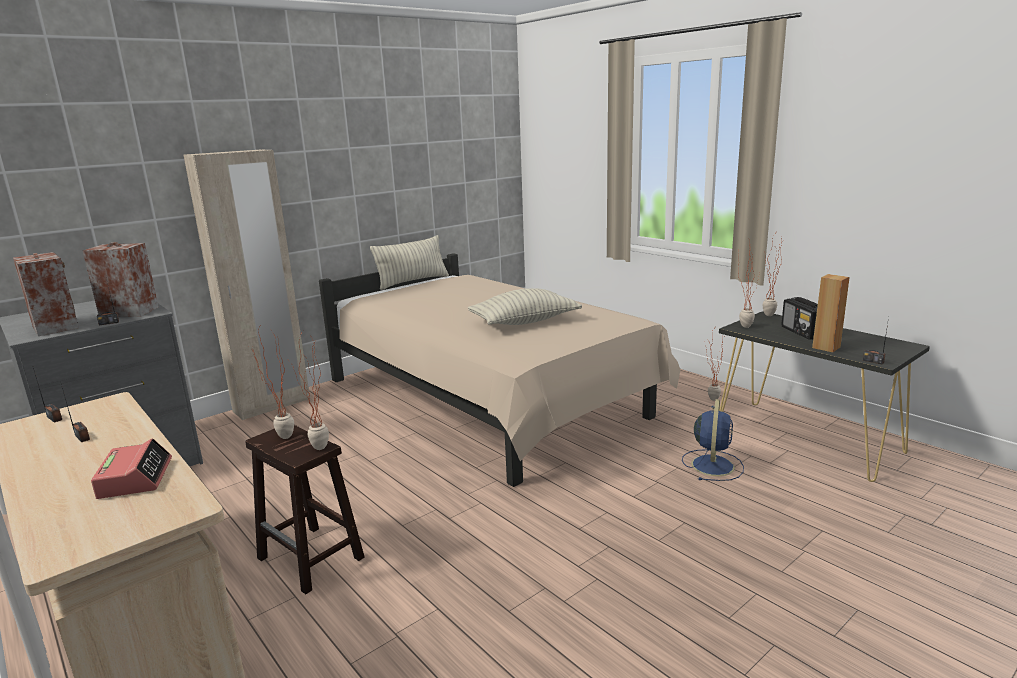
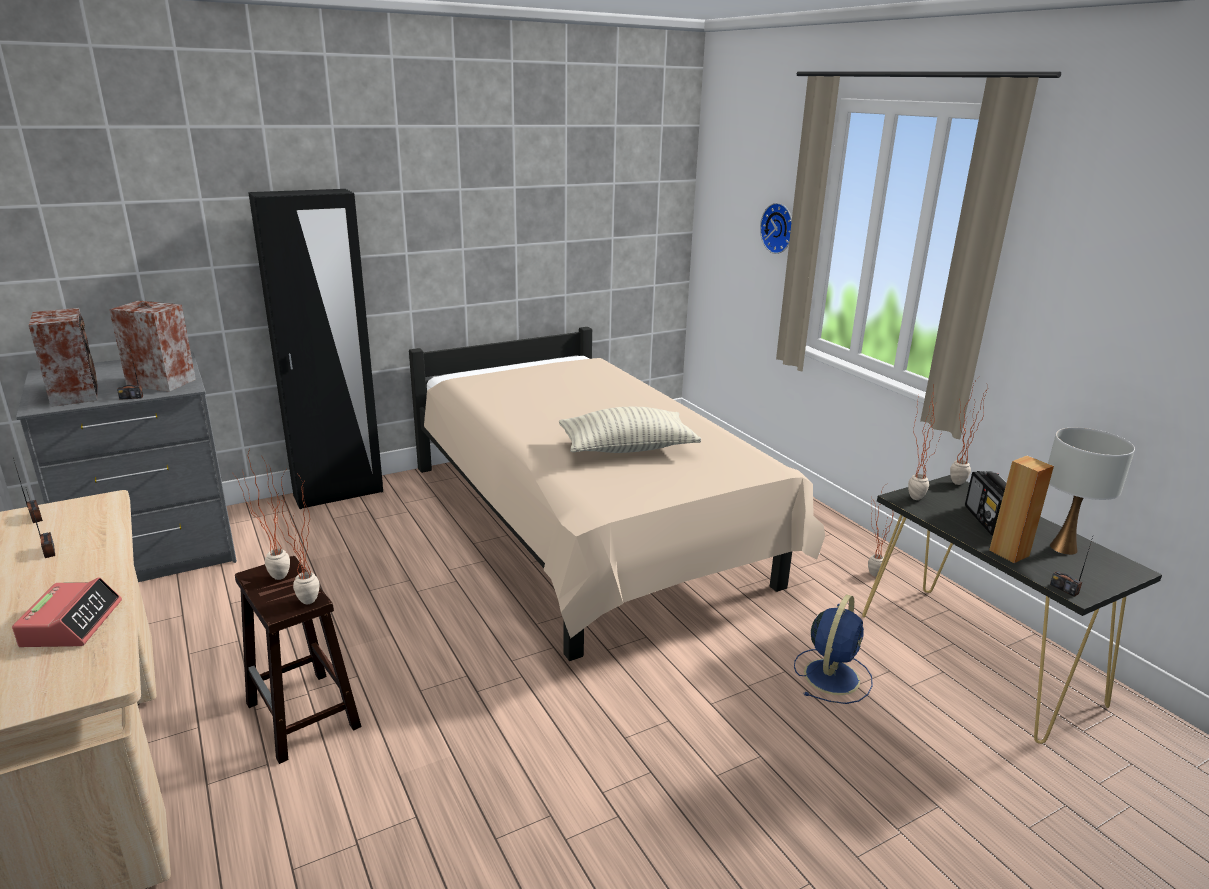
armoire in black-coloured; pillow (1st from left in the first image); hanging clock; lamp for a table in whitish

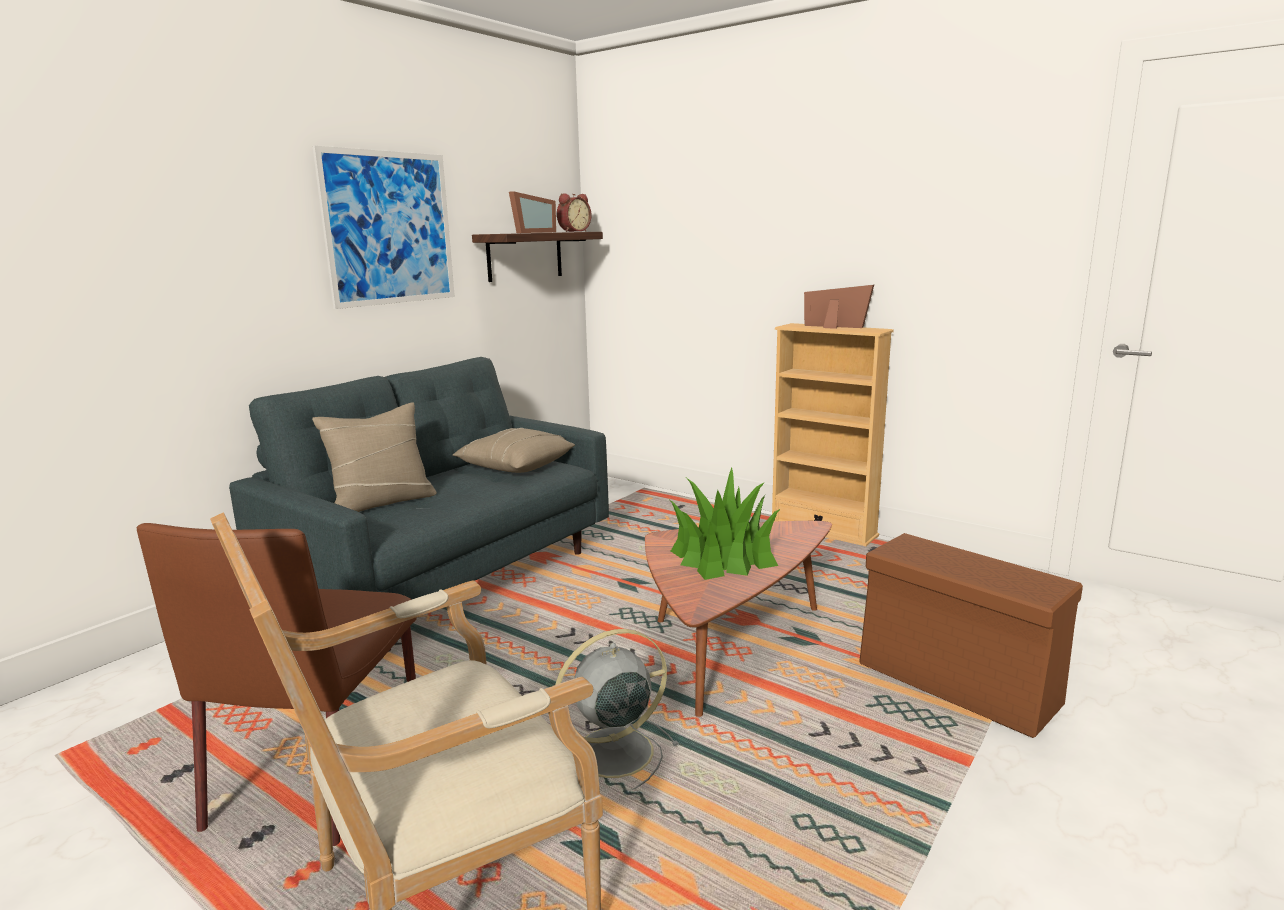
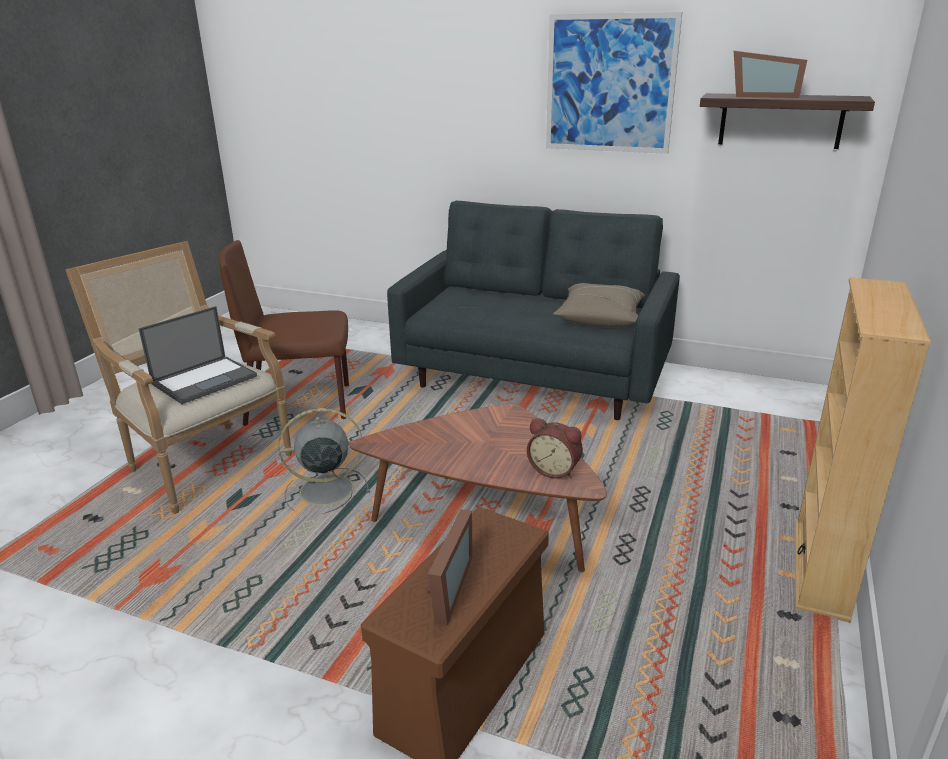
pillow in beige-coloured (1st from left in the first image); cooling fan in gray; bedside clock; plant in a pot; picture frame (1st from left); notebook computer

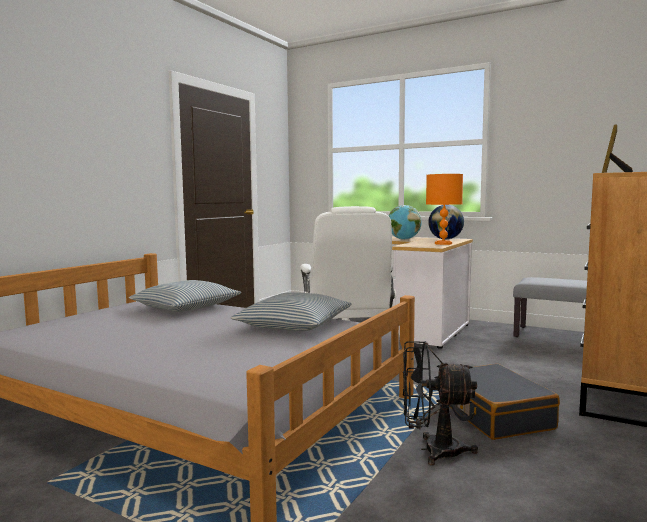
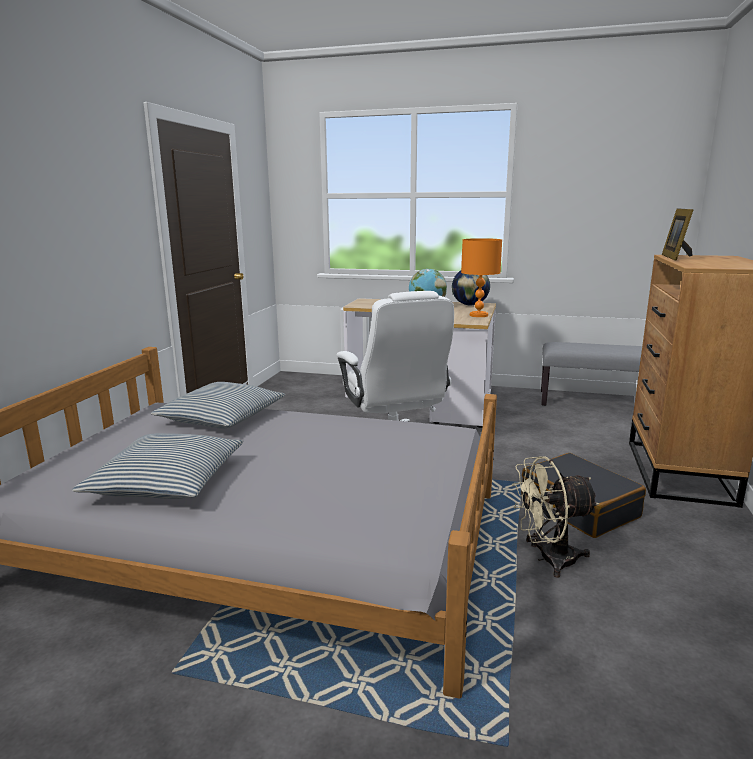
pillow (1st from left); cooling fan in beige-coloured

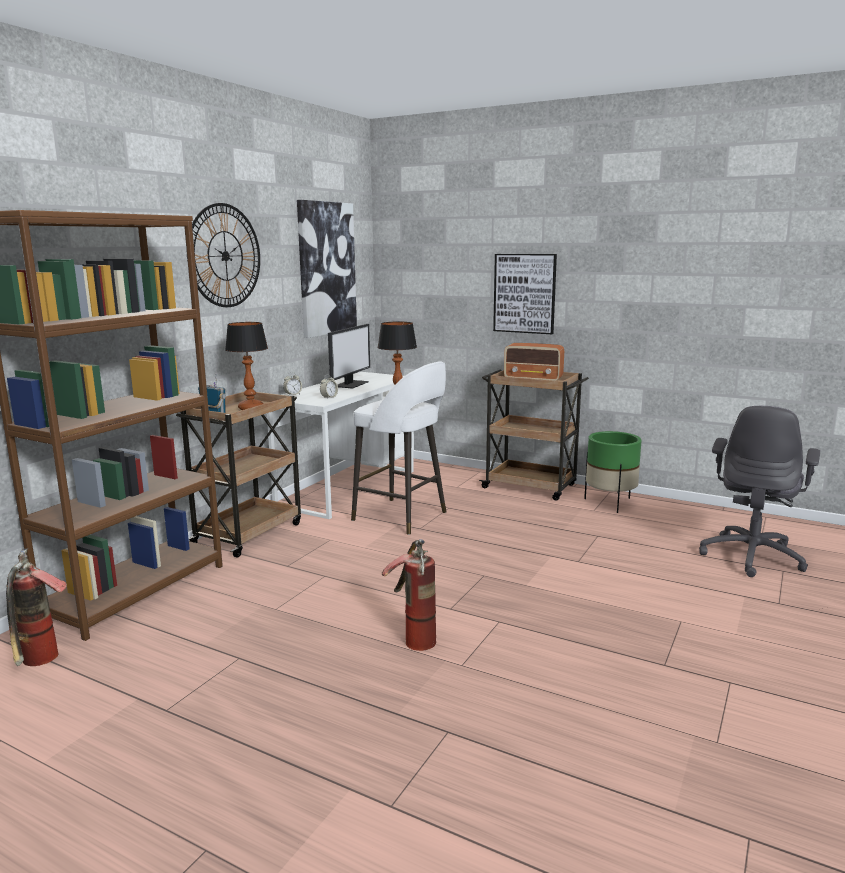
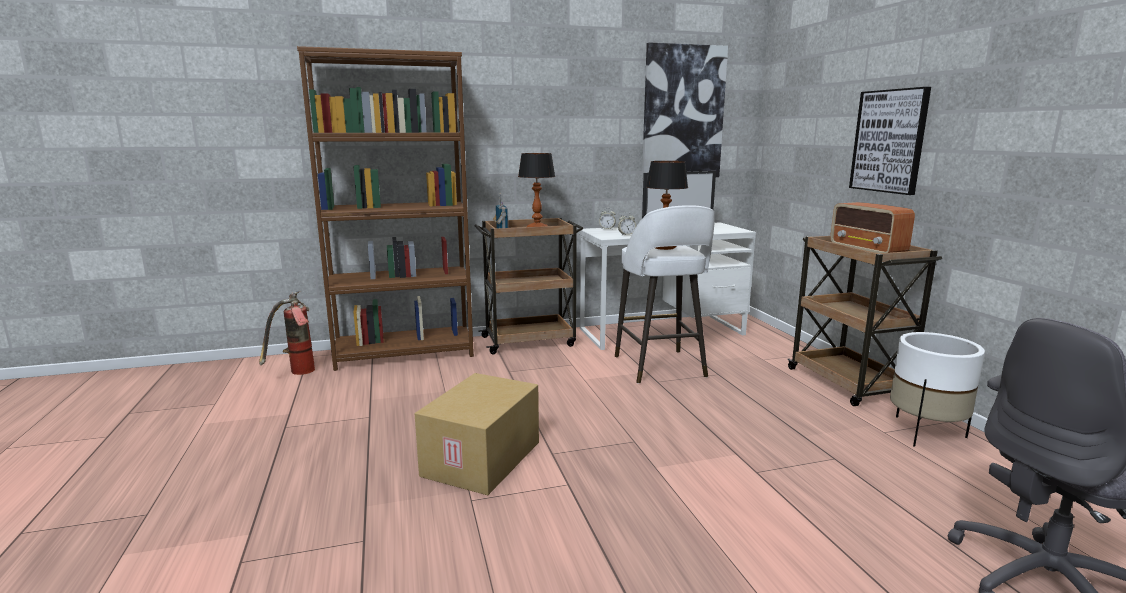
hanging clock; carton; flower pot in whitish

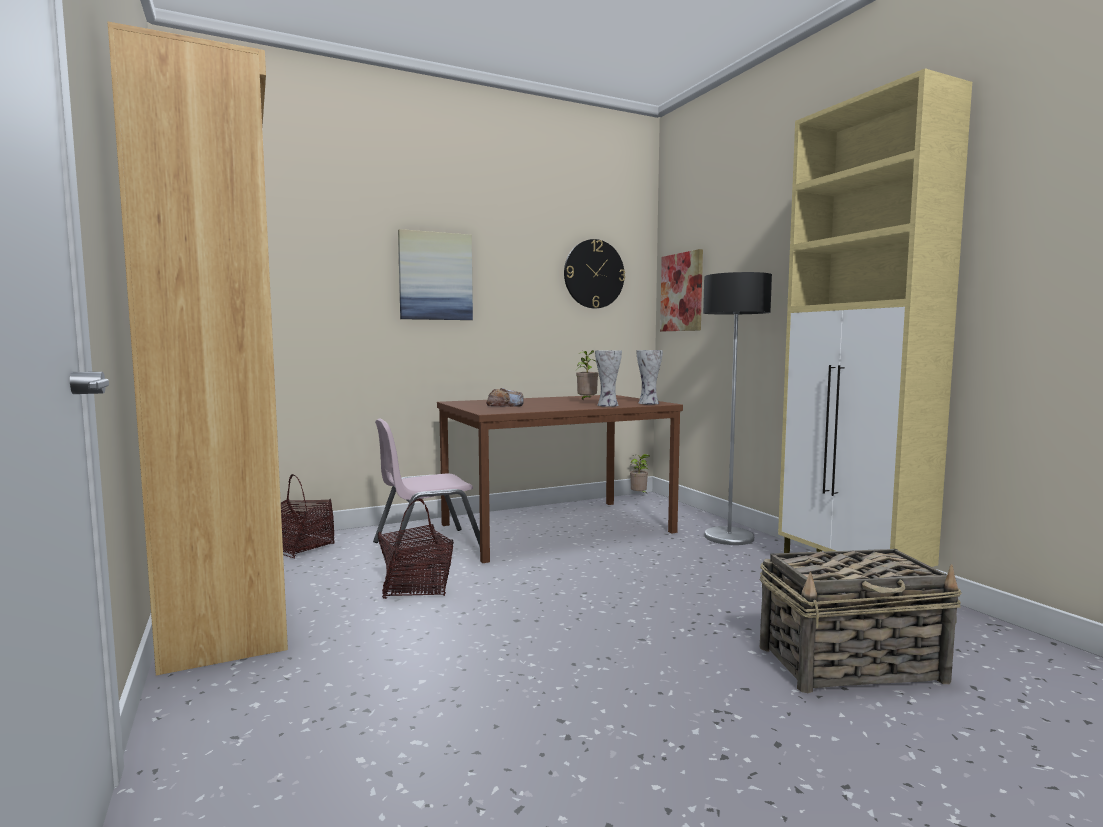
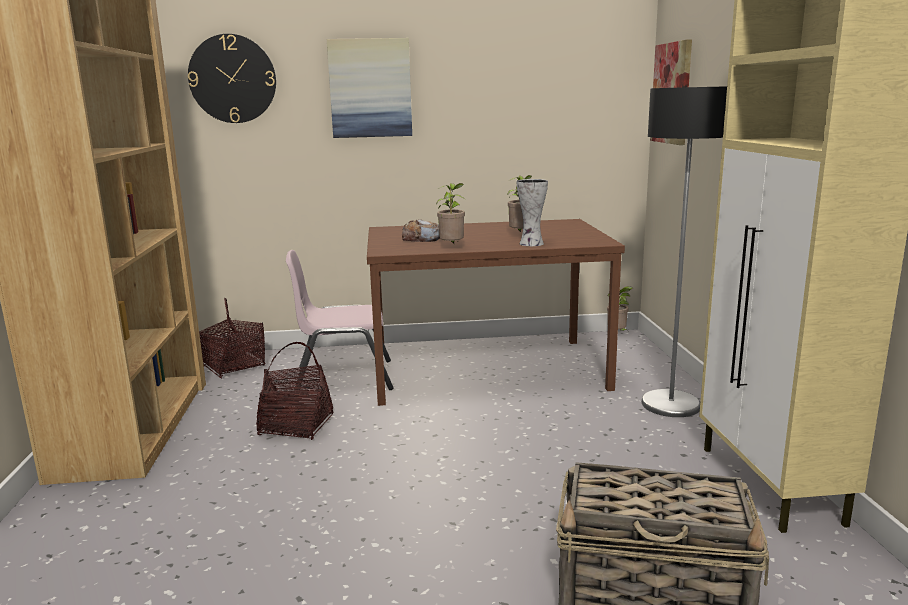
hanging clock; vase (2nd from left in the first image); plant in a pot (1st from left)

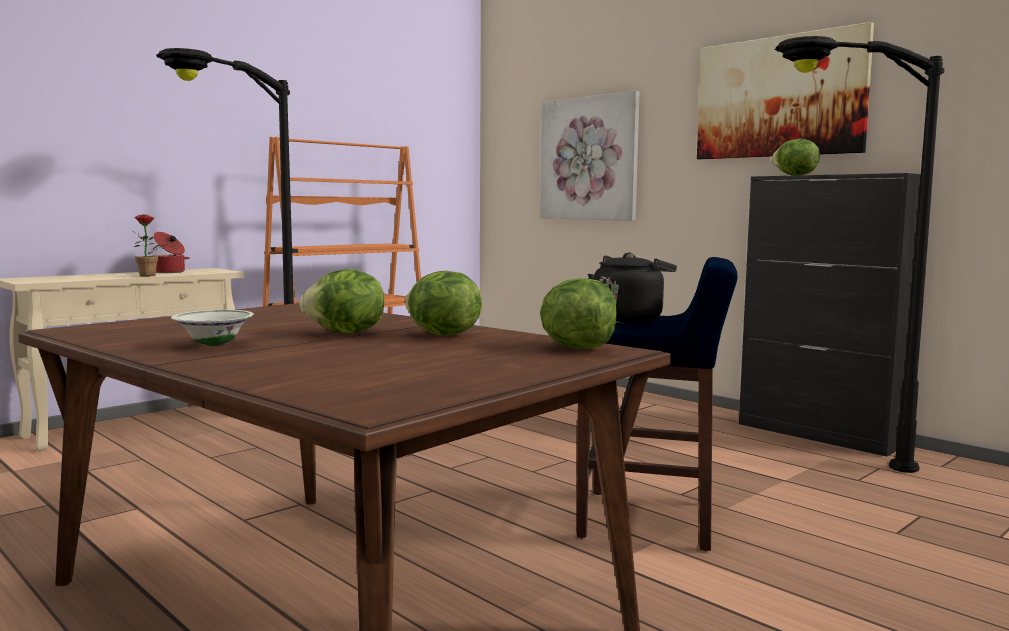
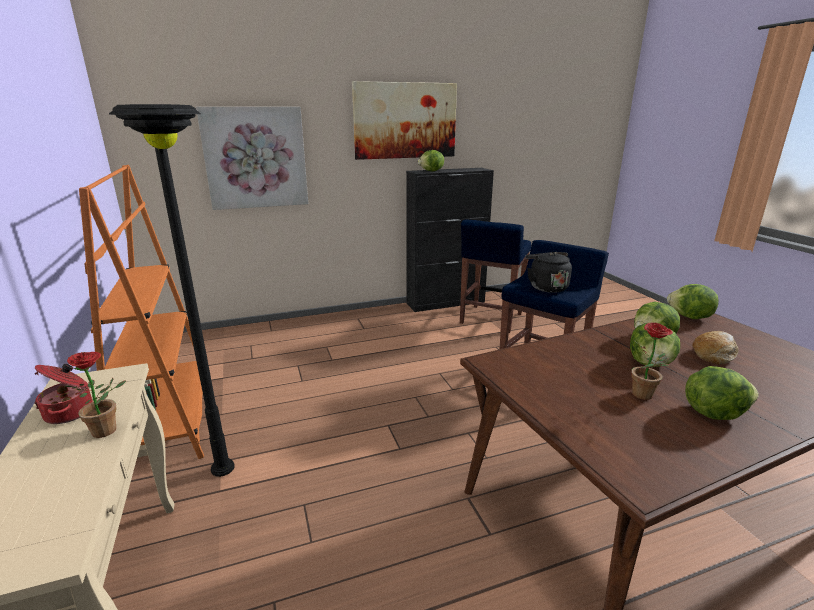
lettuce (5th from left); stool seat in bluish (1st from left); plant in a pot (2nd from left); baked bread

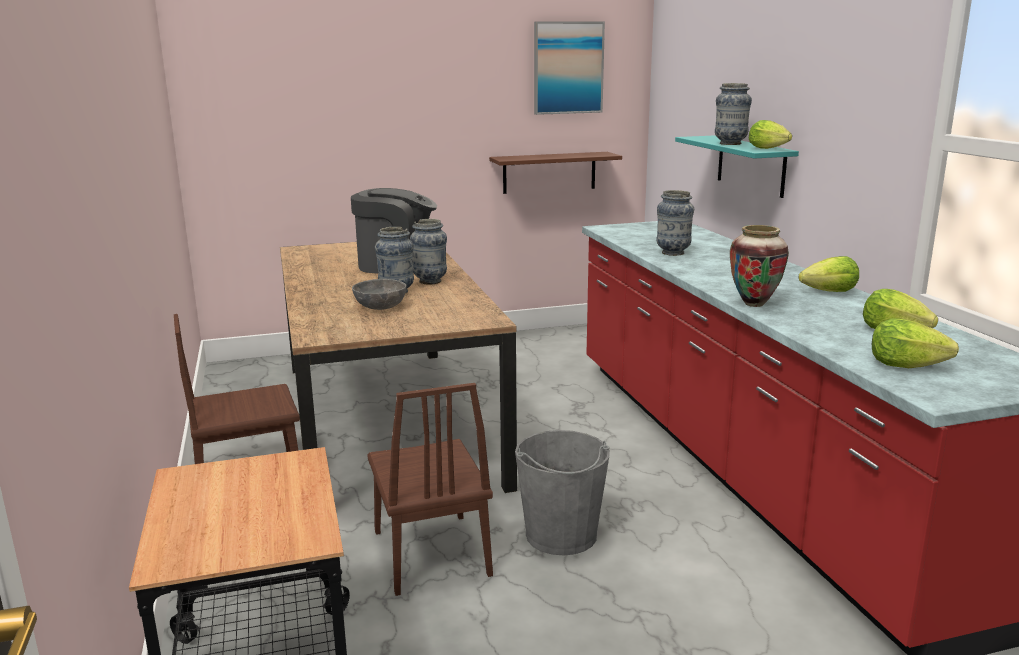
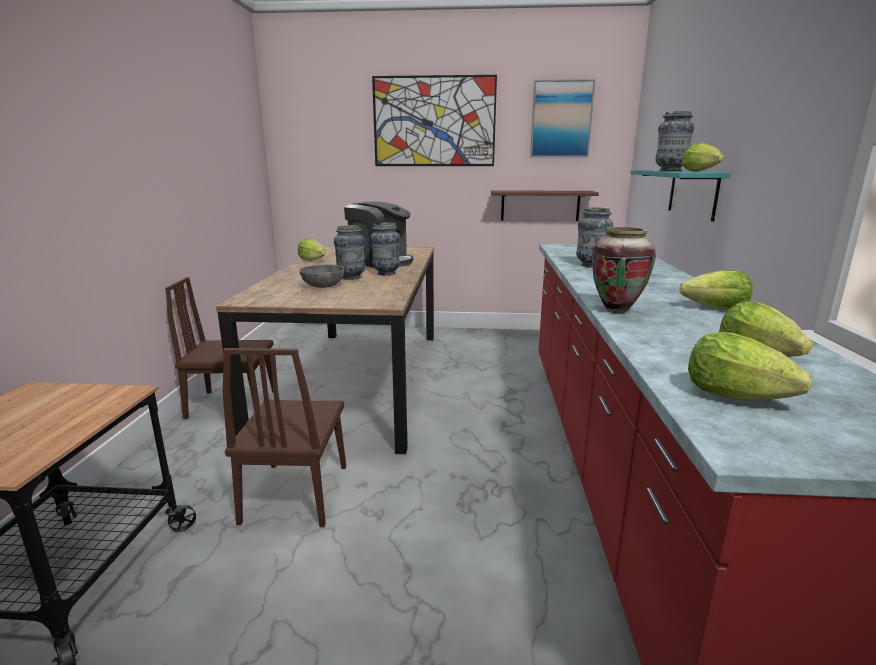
pail in gray; lettuce (1st from left); picture (1st from left)

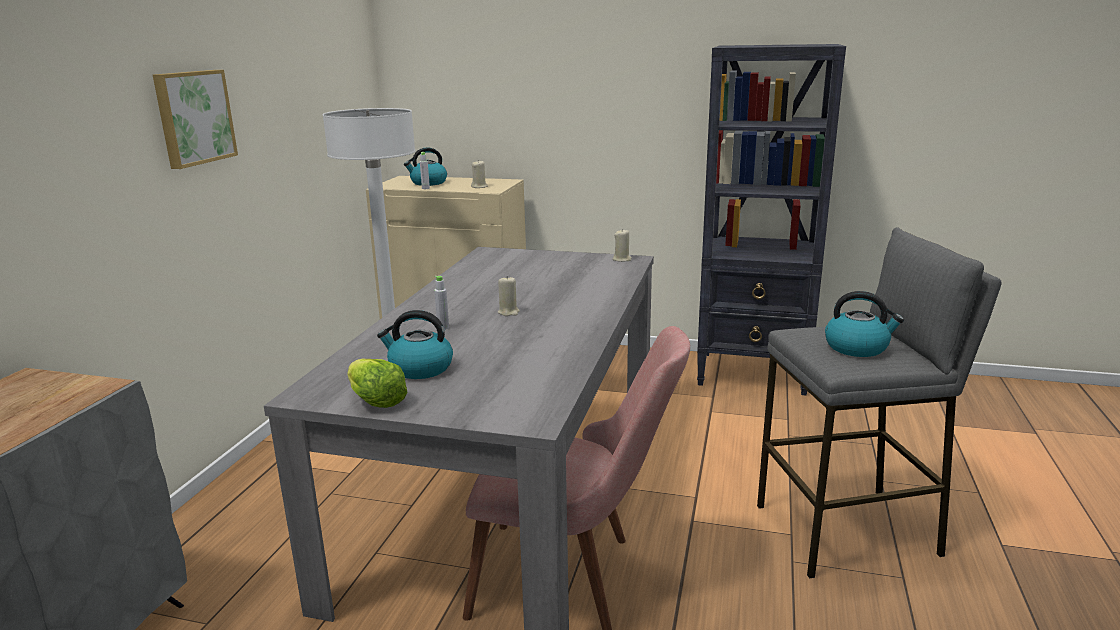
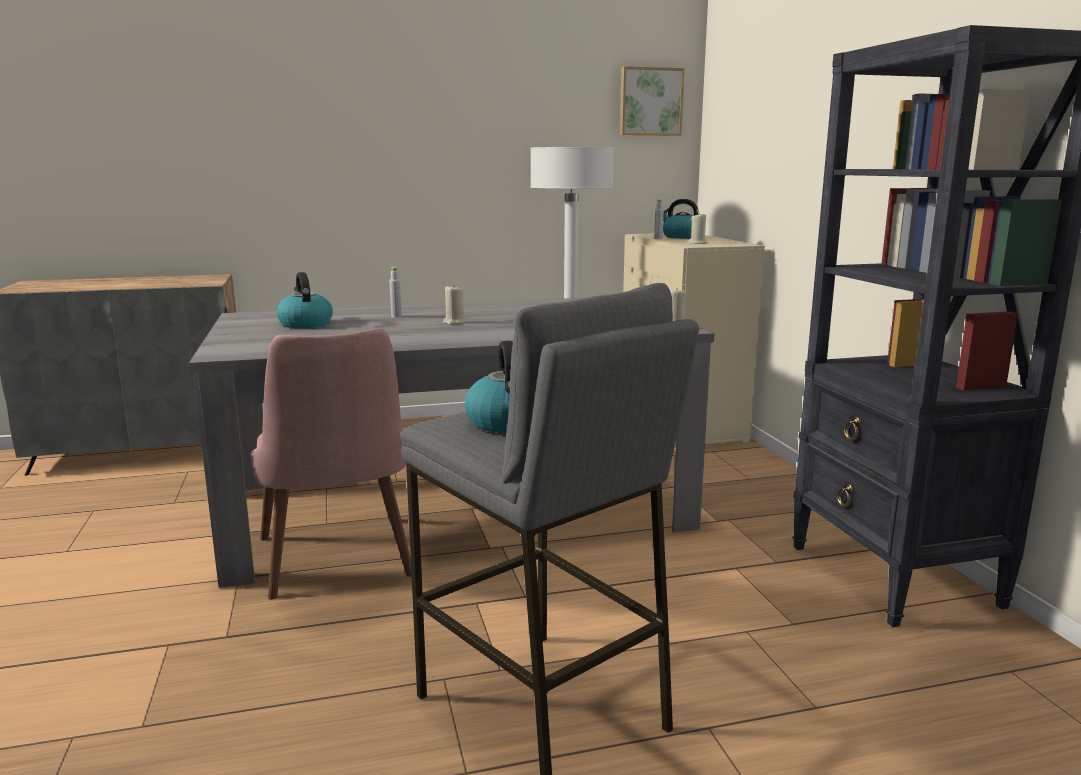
picture; lettuce

